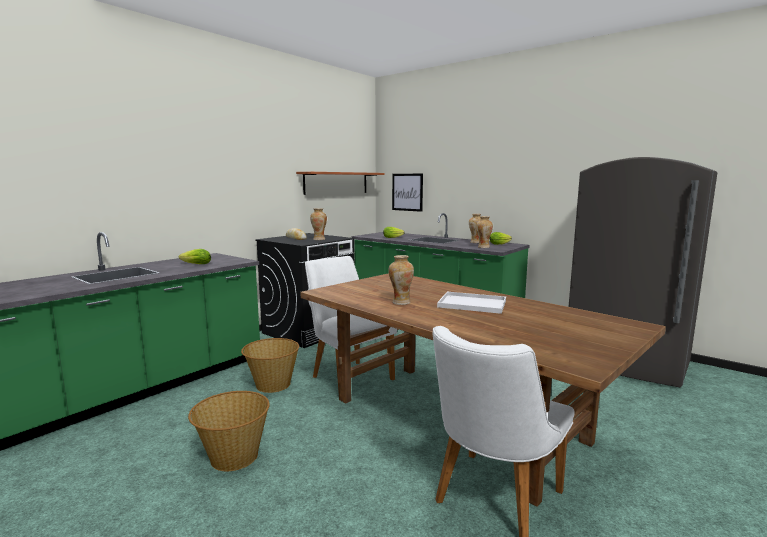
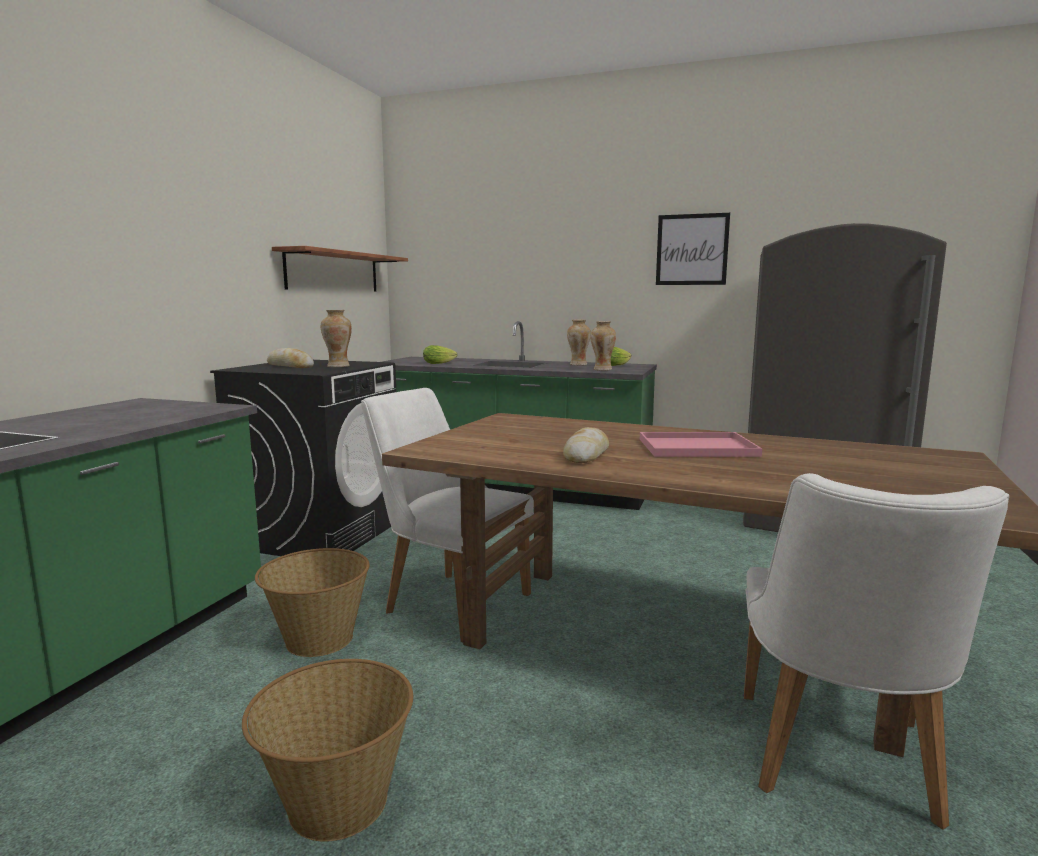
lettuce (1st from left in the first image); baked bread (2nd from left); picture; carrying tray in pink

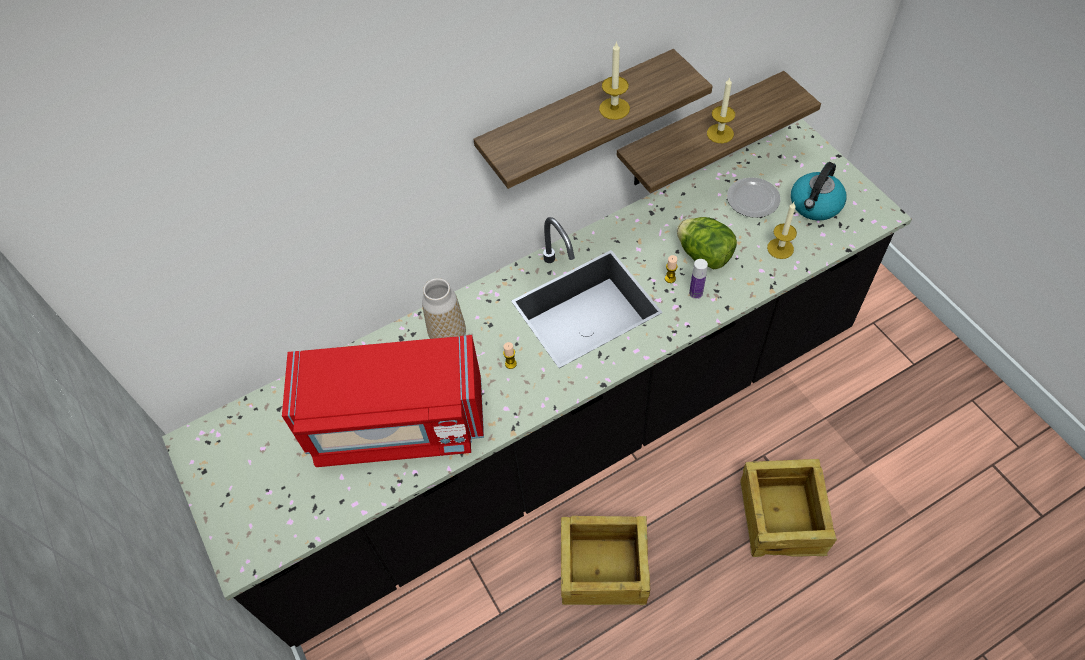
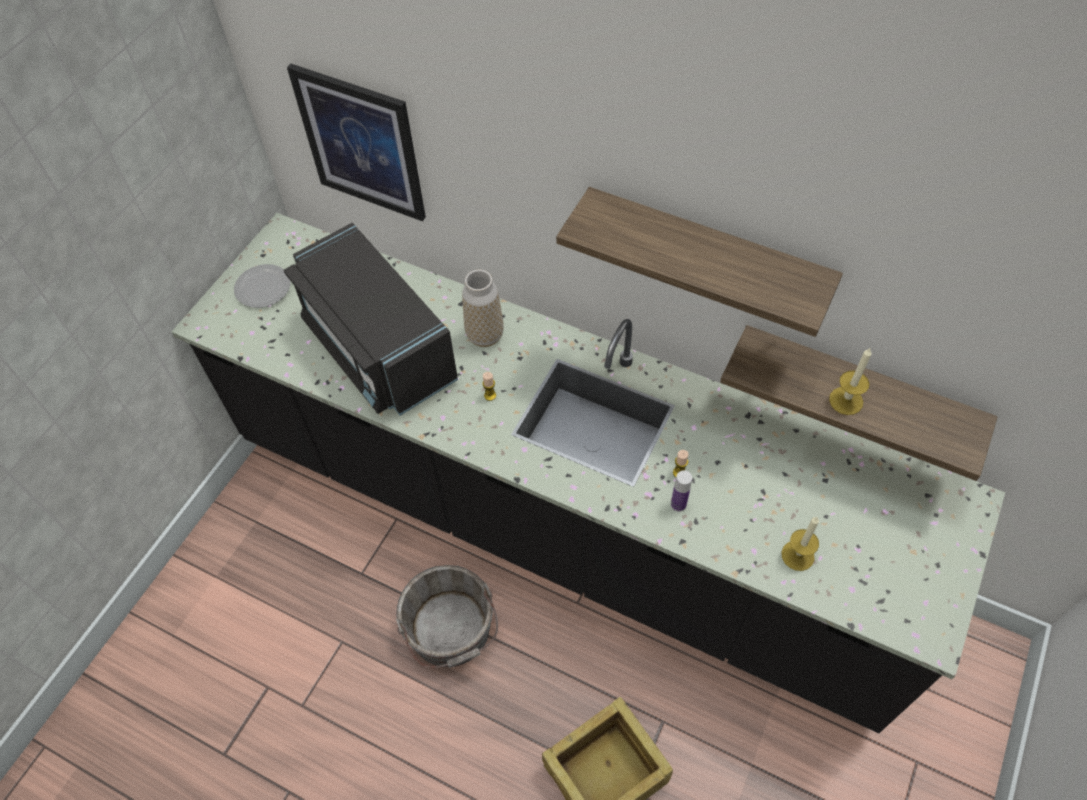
microwave in black-coloured; pail in gray; candle (2nd from left in the first image); lettuce; flat dish; kettle; picture

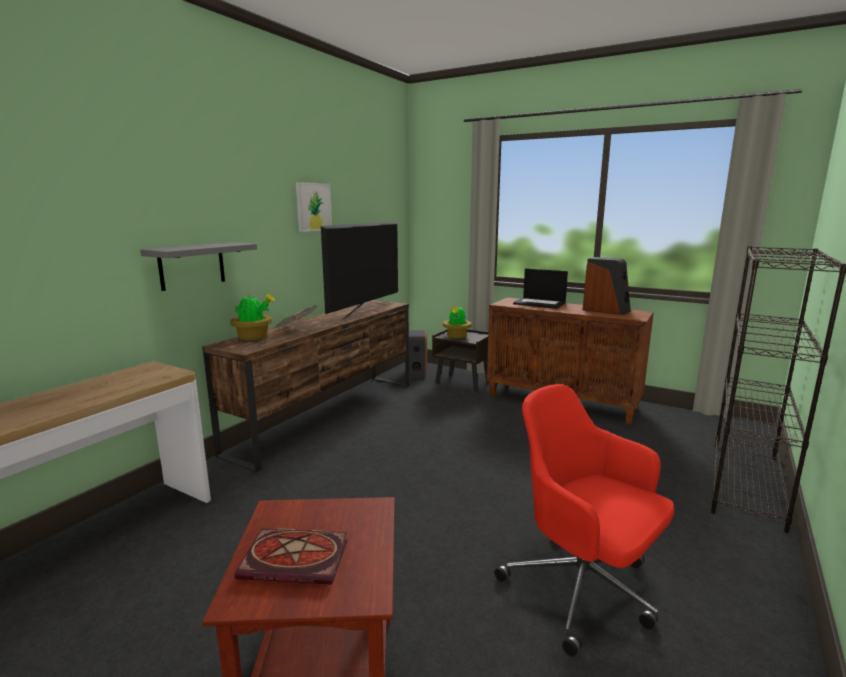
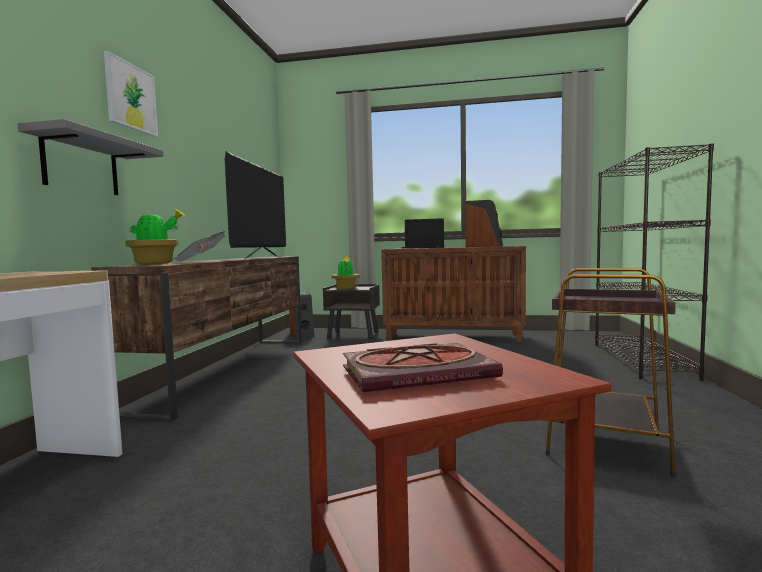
picture; end table in brown (2nd from left)

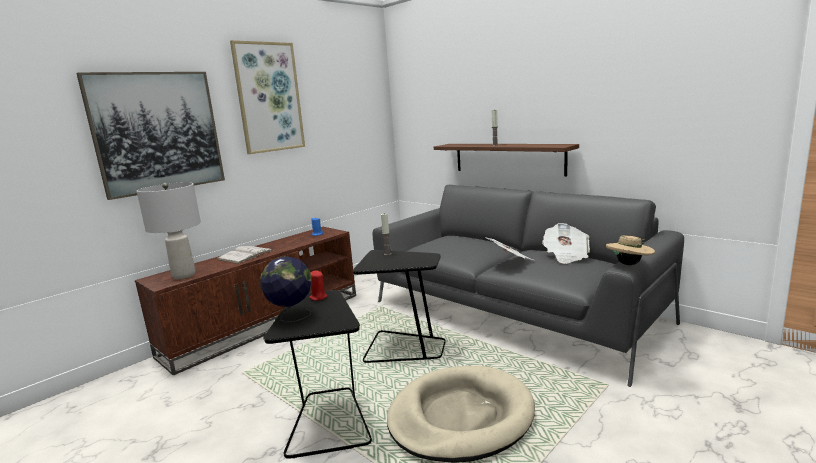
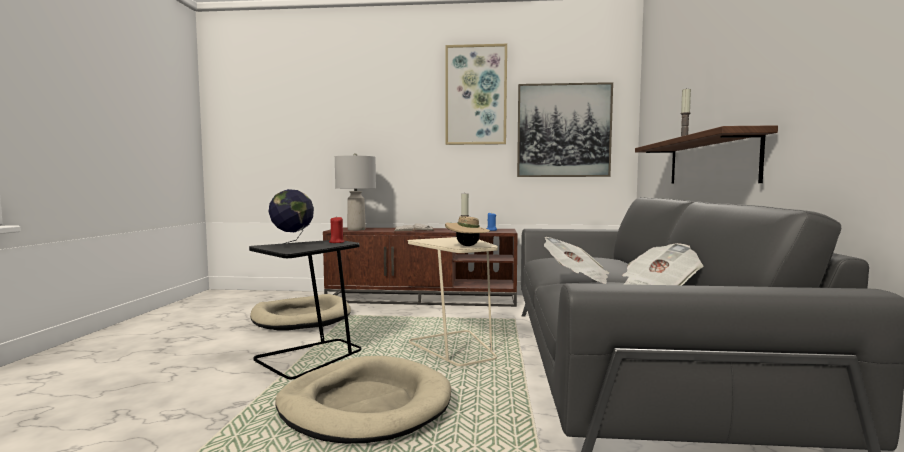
picture (2nd from left); end table in beige-coloured; clothing hat in beige-coloured; dog bed in beige-coloured (1st from left)

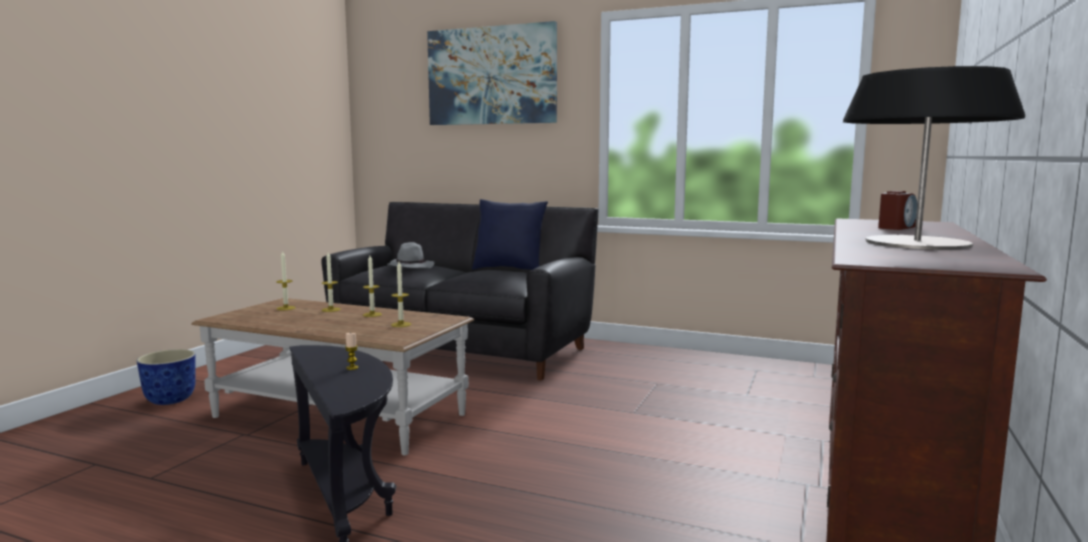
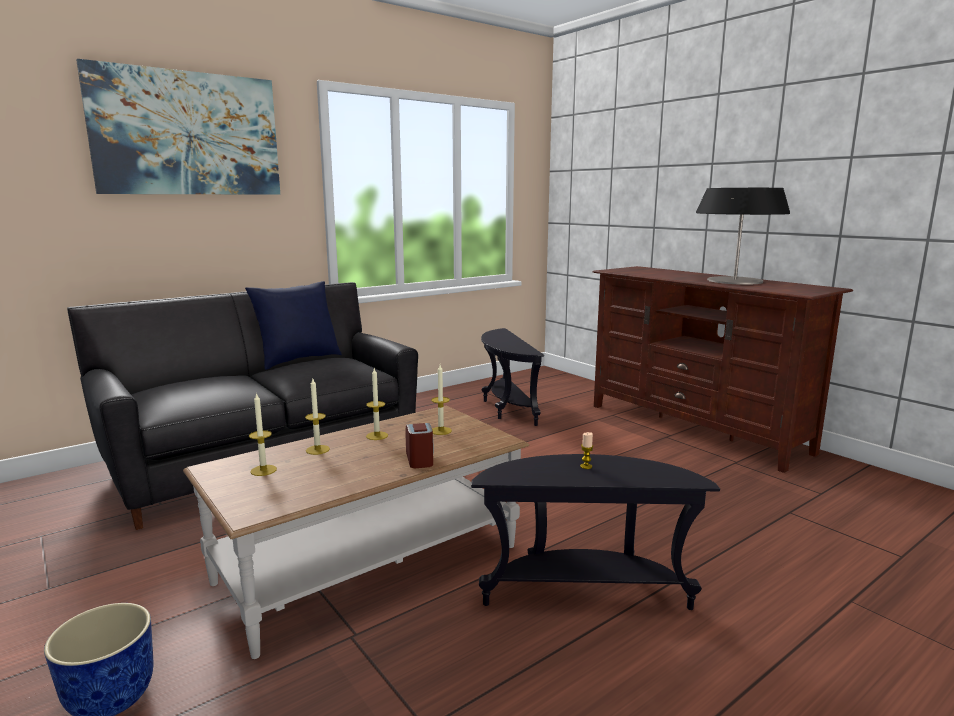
clothing hat in gray; bedside clock; end table in black-coloured (1st from left)

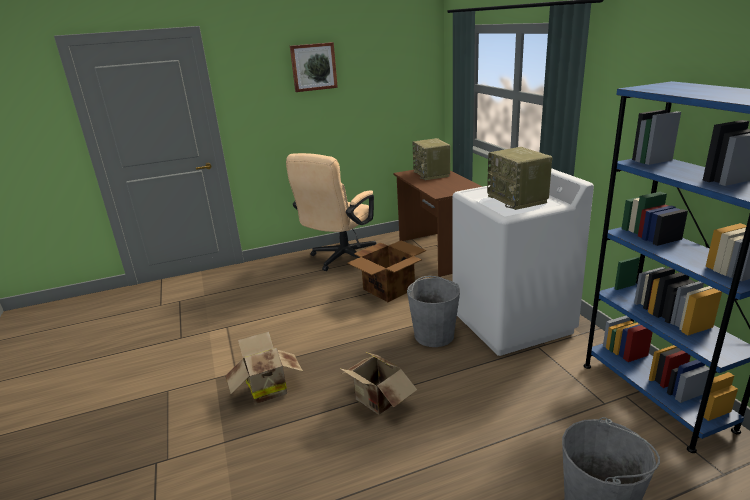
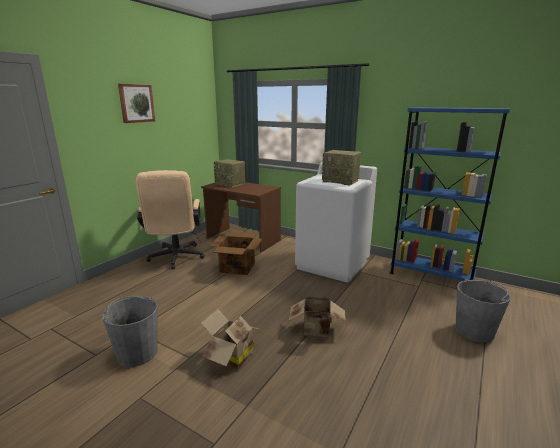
pail in gray (1st from left)

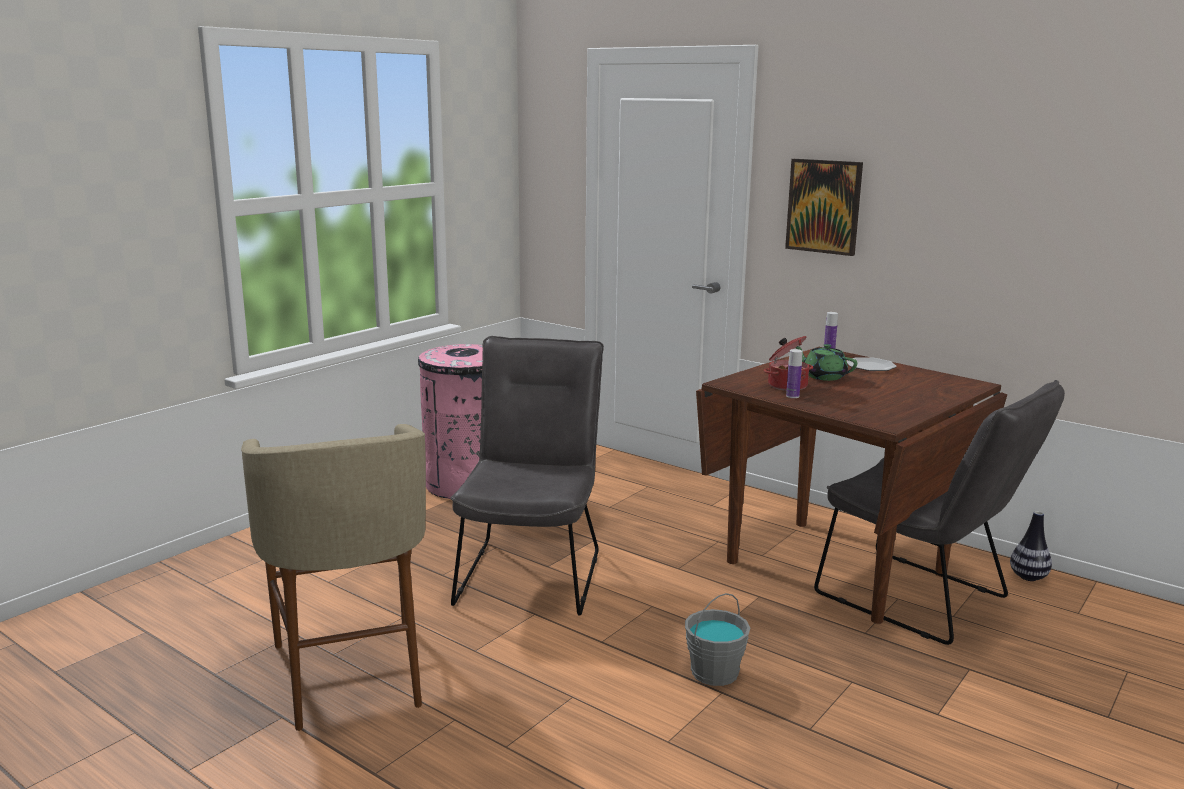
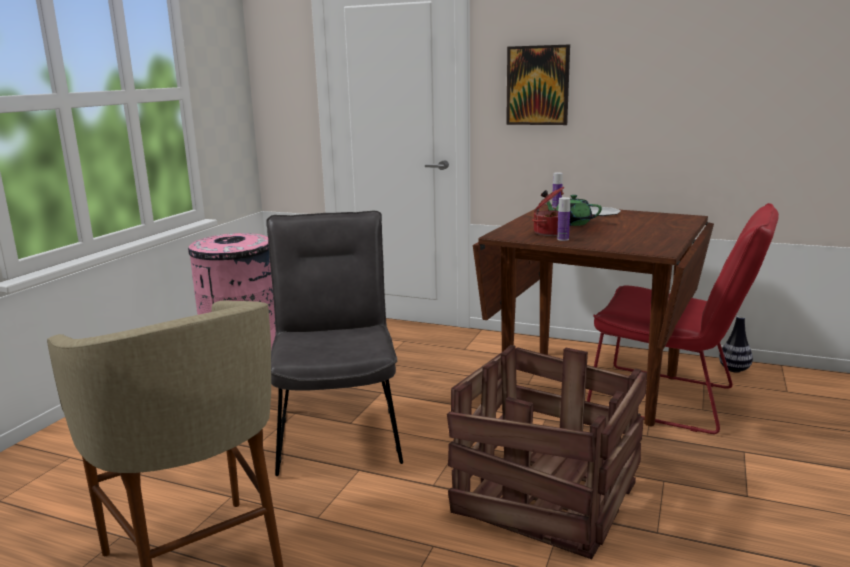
packing crate; chair in red-coloured

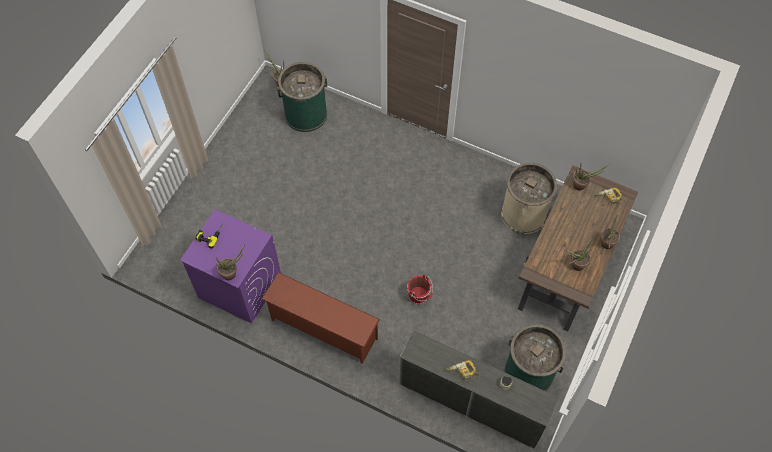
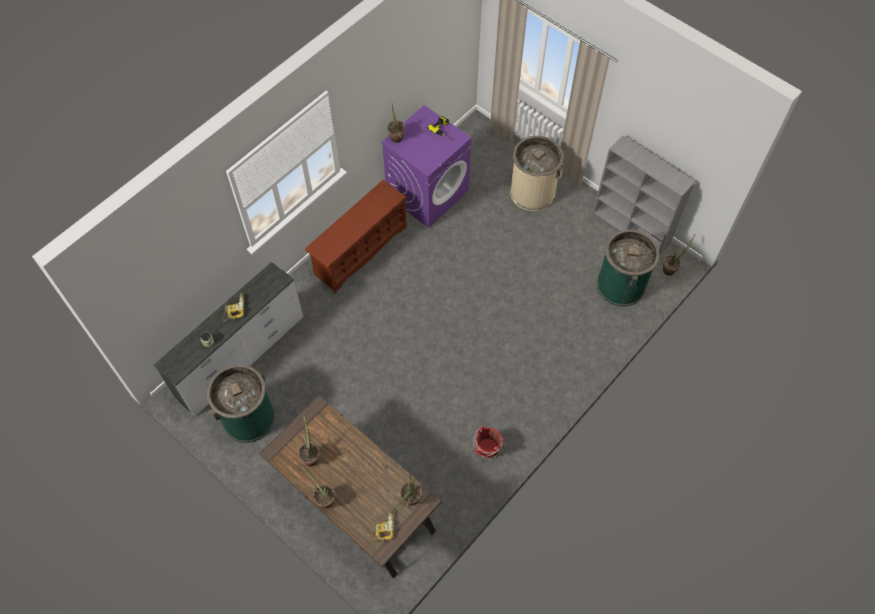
pail in red-coloured; waste bin in beige-coloured; bookcase in gray

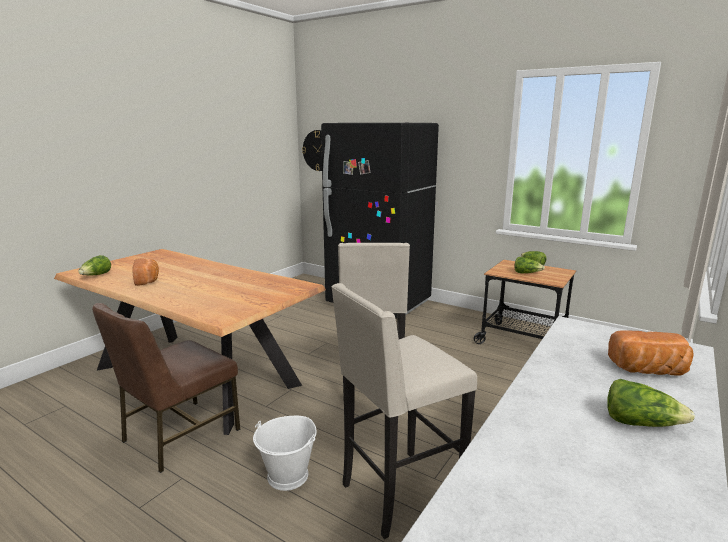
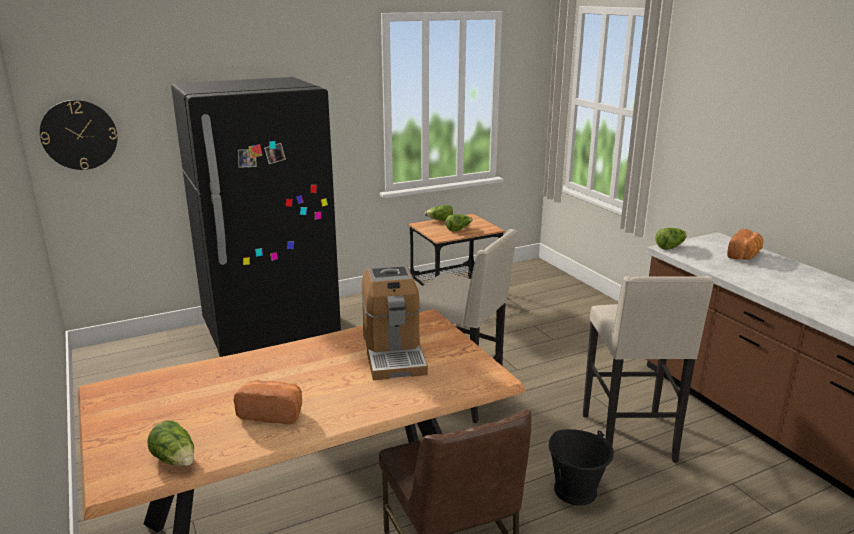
pail in black-coloured; lettuce (4th from left); coffee machine

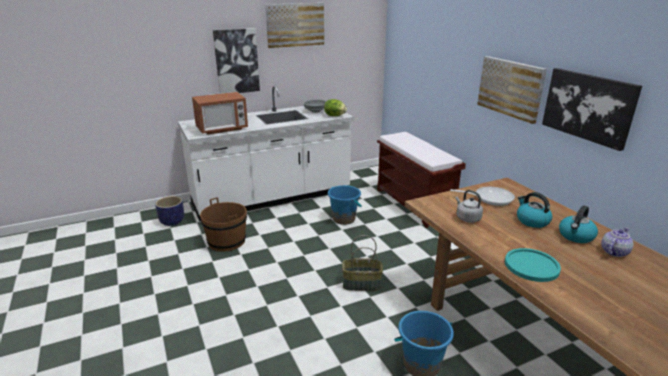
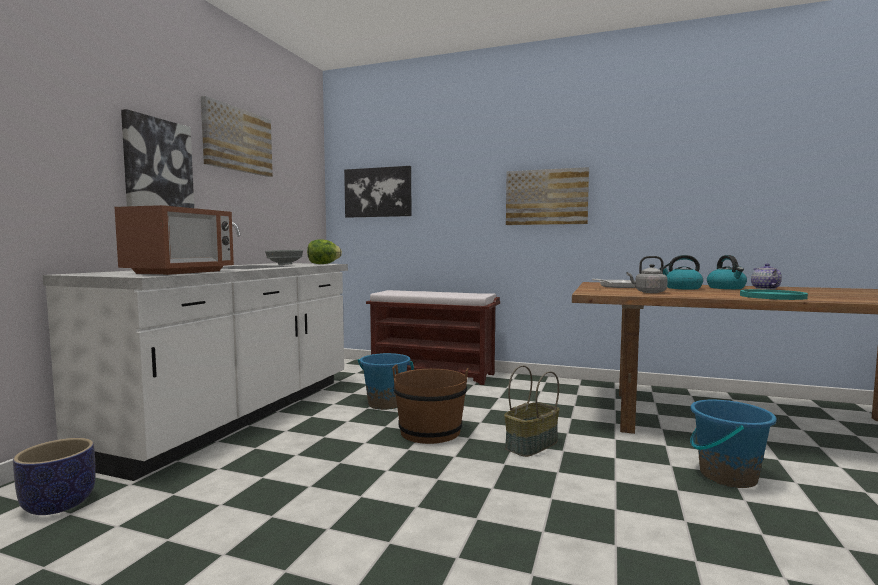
pail in brown; picture (3rd from left)

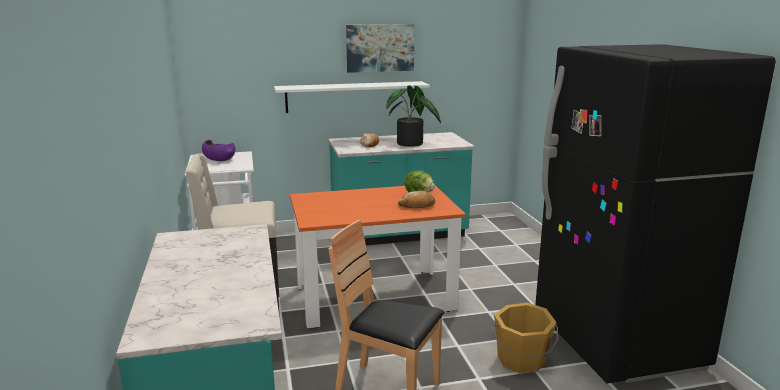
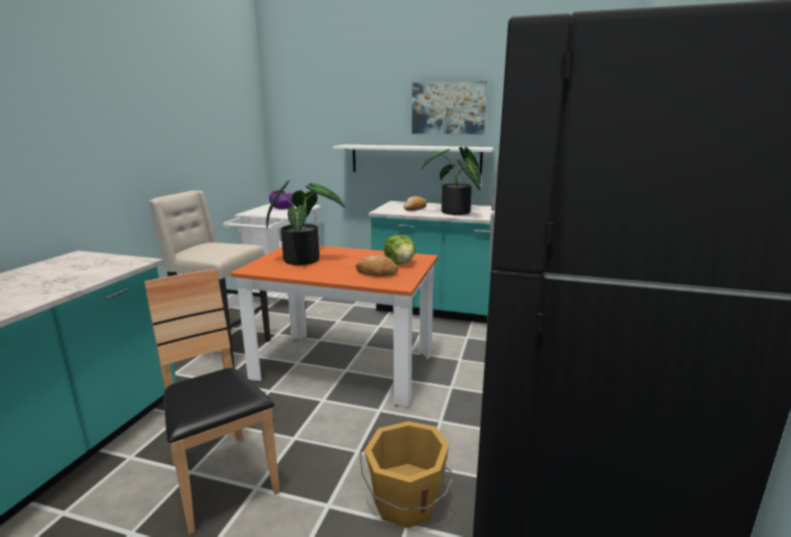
plant in a pot (1st from left)

